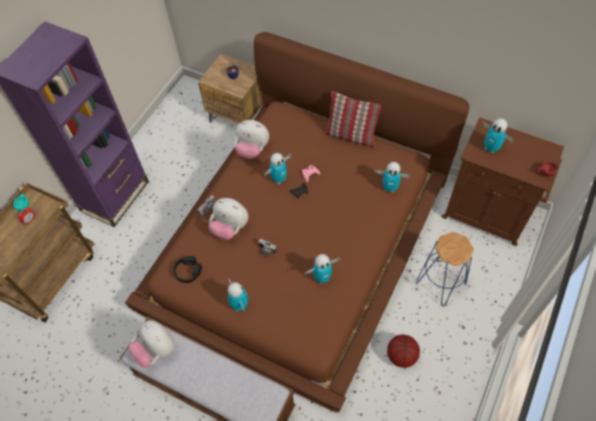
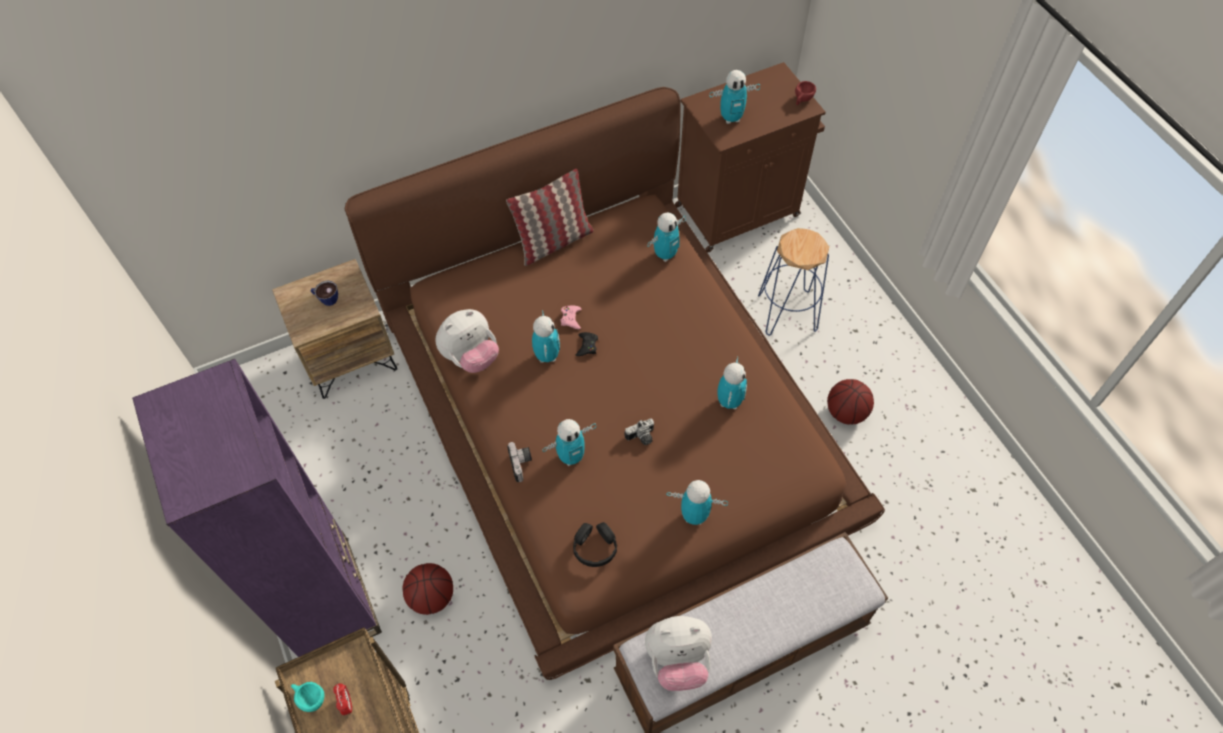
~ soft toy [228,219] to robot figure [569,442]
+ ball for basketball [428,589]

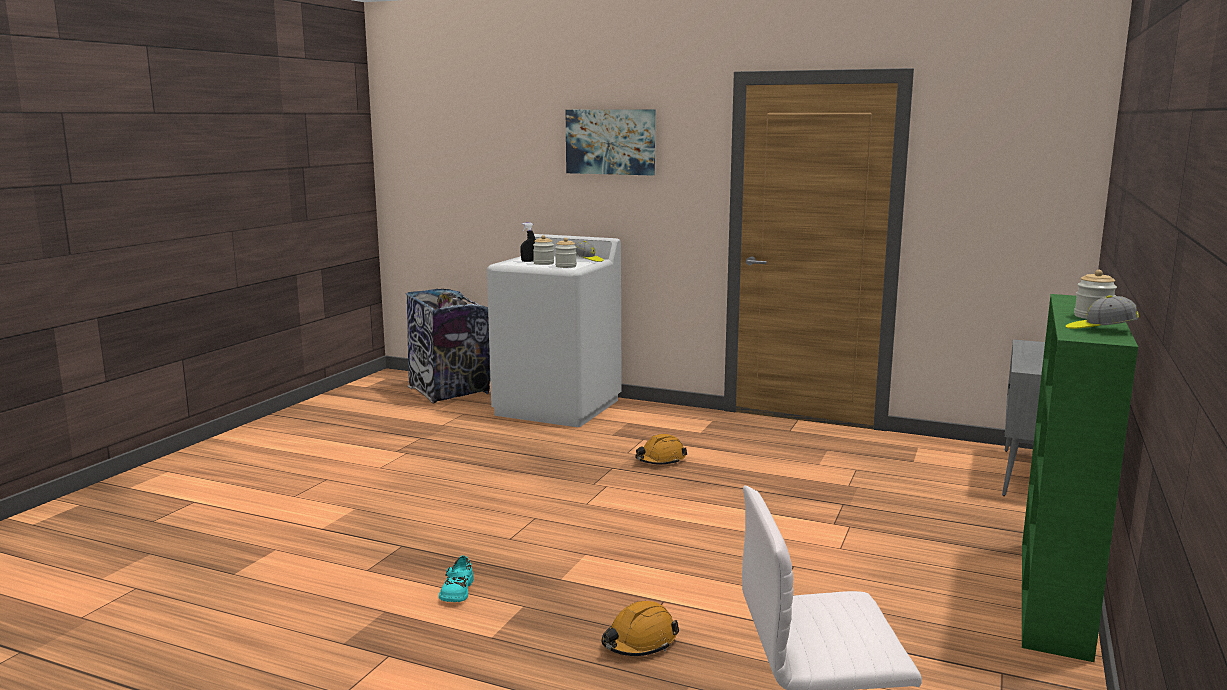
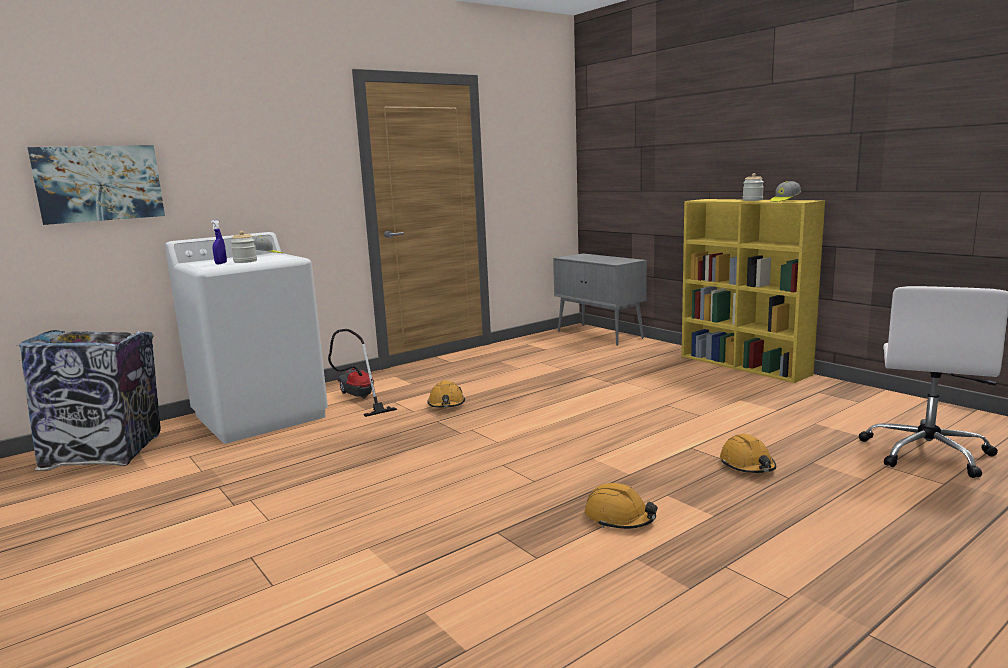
~ item of footwear (turquoise) [456,579] to safety helmet (orangey) [621,506]
~ spray bottle (blackish) [528,242] to spray bottle (blue) [219,242]
- storage jar [566,253]
~ picture [610,142] to [96,185]
~ bookshelf (green) [1080,478] to bookshelf (yellowish) [753,291]
+ vacuum [362,373]

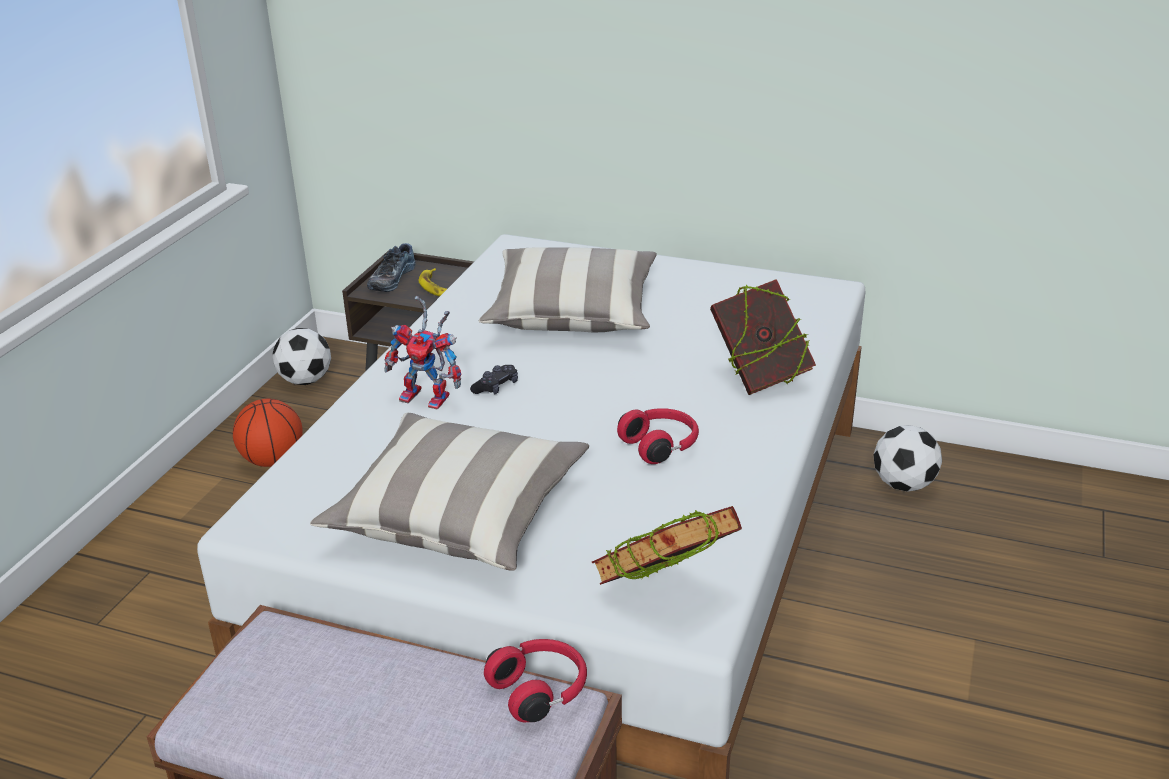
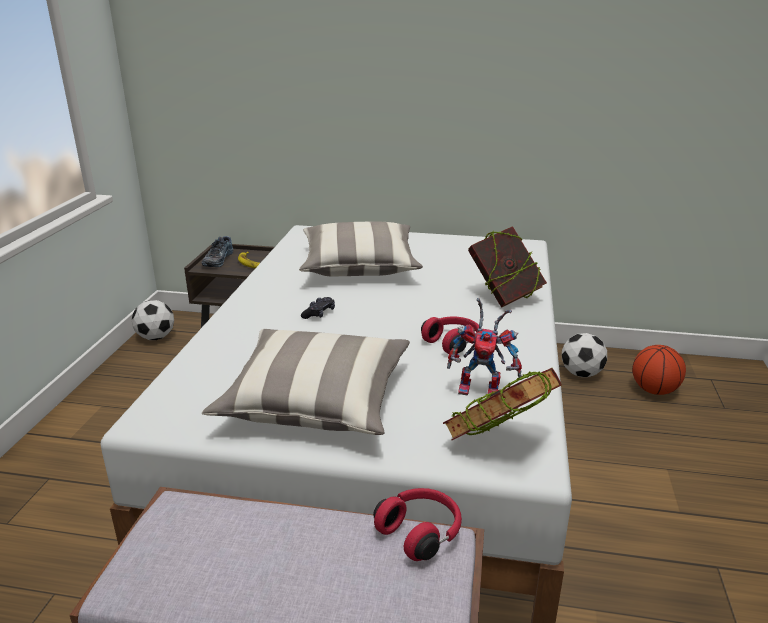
~ ball for basketball [268,433] to [659,370]
~ robot figure [423,352] to [484,346]

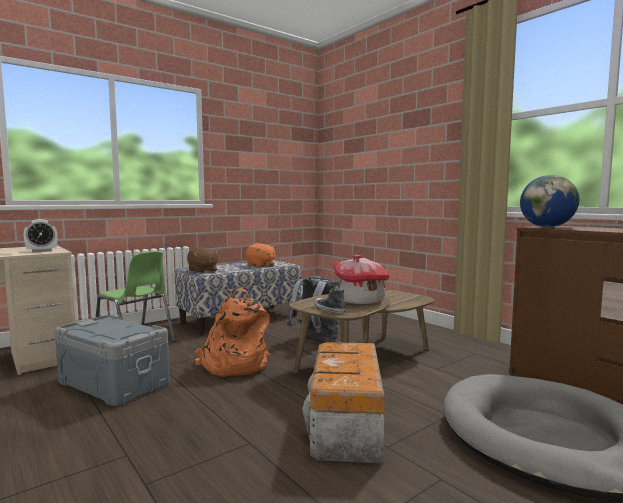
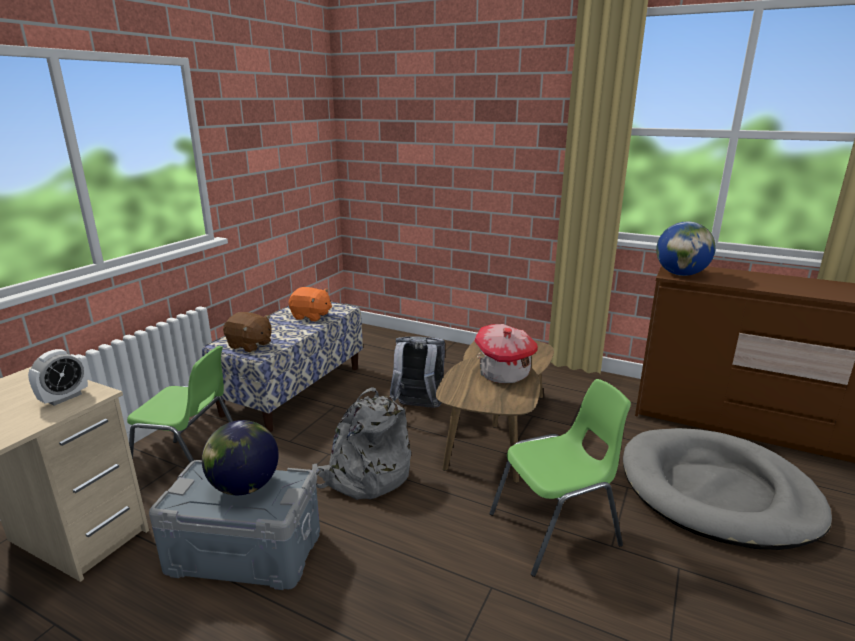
~ knapsack (orangey) [232,333] to knapsack (greyish) [361,443]
~ storage box [343,403] to chair (green) [560,478]
- item of footwear [330,299]
+ desk globe [240,457]

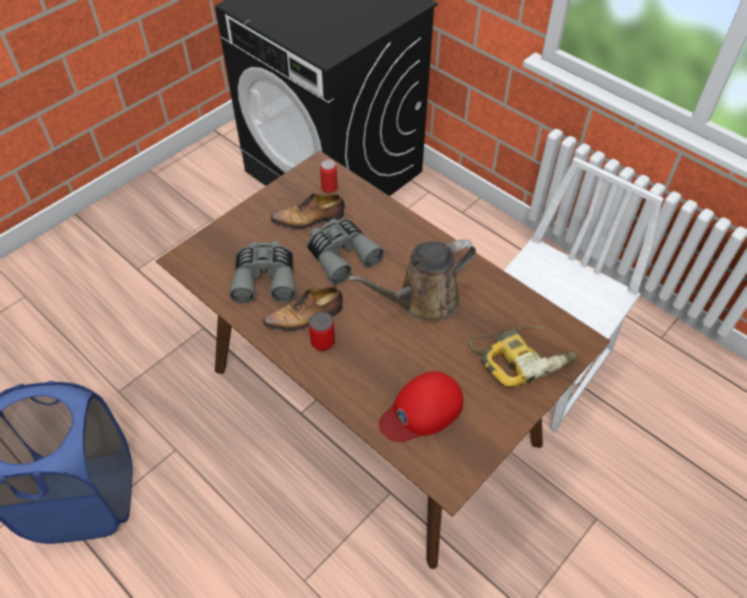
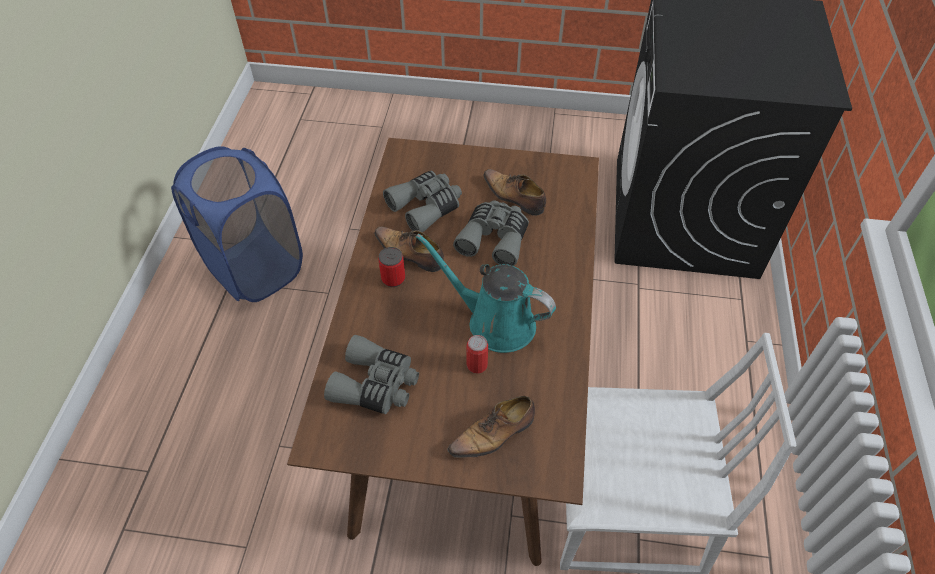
~ sealed can [329,176] to [477,354]
~ sprinkling can (brownish) [412,280] to sprinkling can (turquoise) [486,293]
~ baseball cap (red-coloured) [421,406] to field glasses (greyish) [371,374]
~ drill [523,356] to item of footwear [491,427]

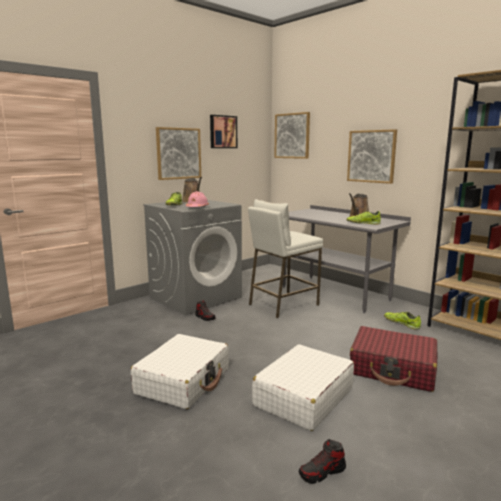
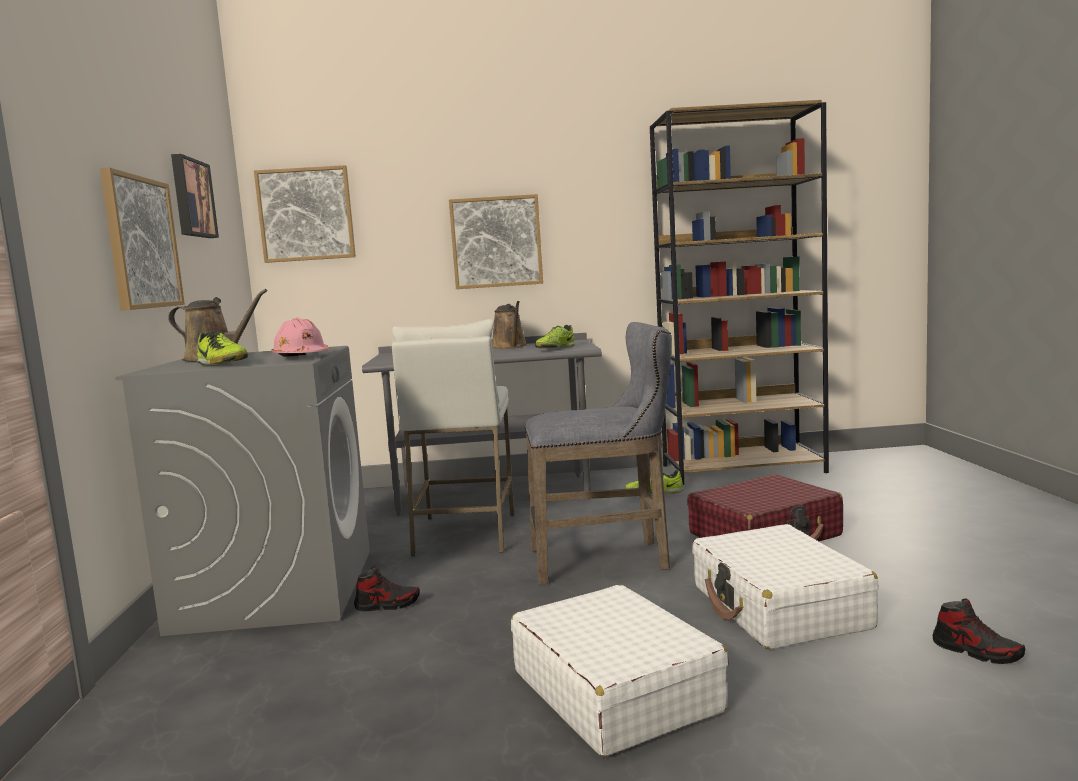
~ item of footwear [322,461] = [979,631] 60 degrees counterclockwise
+ stool seat (greyish) [598,453]

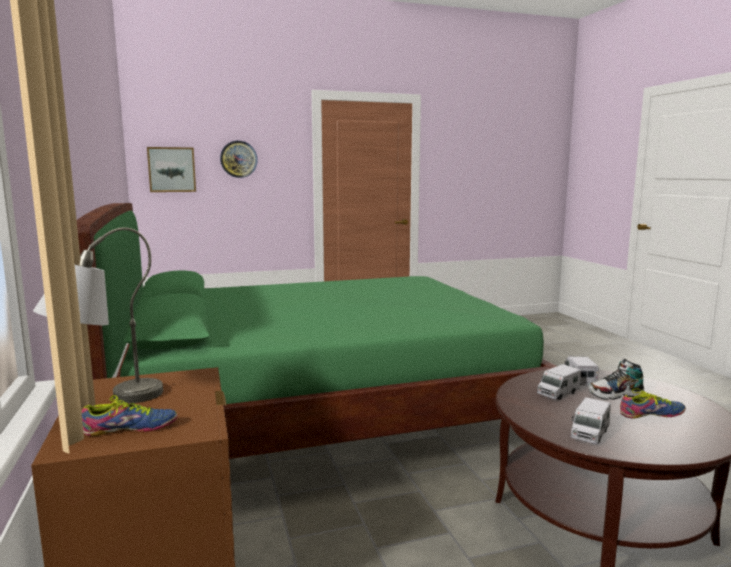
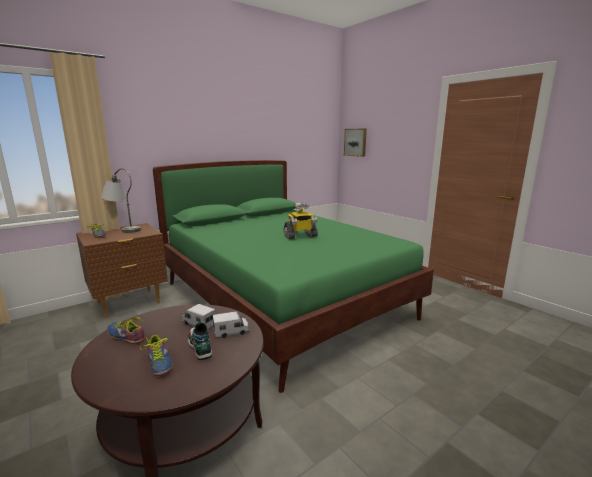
- hanging clock [239,159]
~ toy lorry [591,420] to item of footwear [126,330]
+ robot figure [300,220]

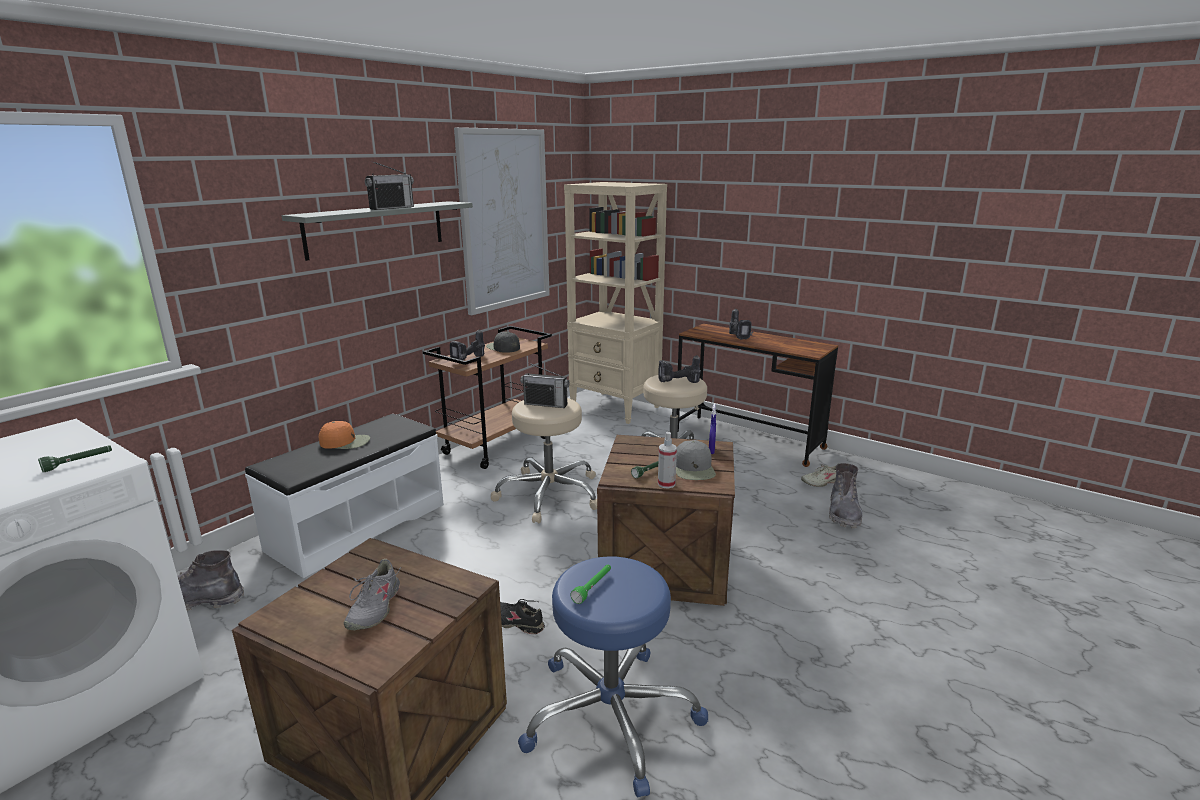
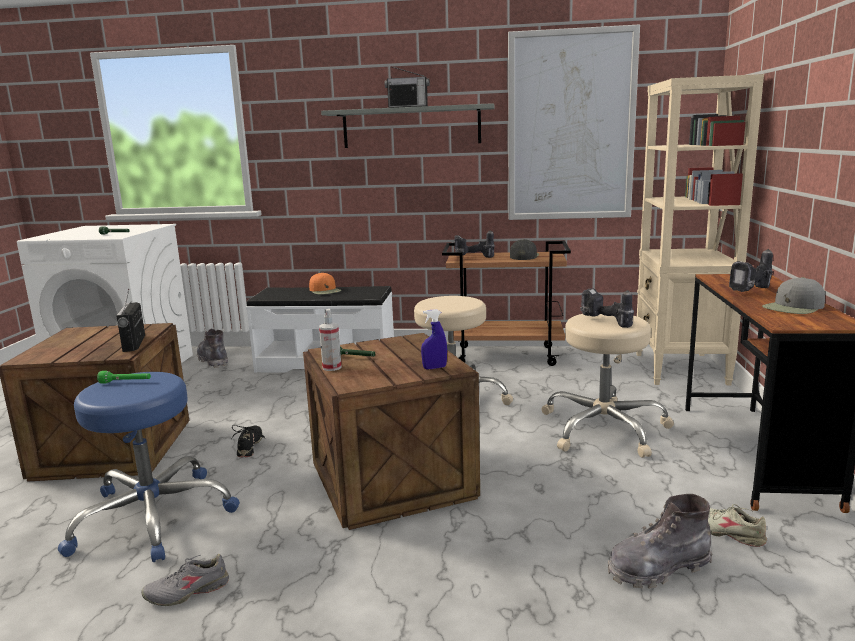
~ item of footwear (greyish) [373,594] to [185,580]
~ radio [545,385] to [130,320]
~ baseball cap (greyish) [696,460] to [793,295]

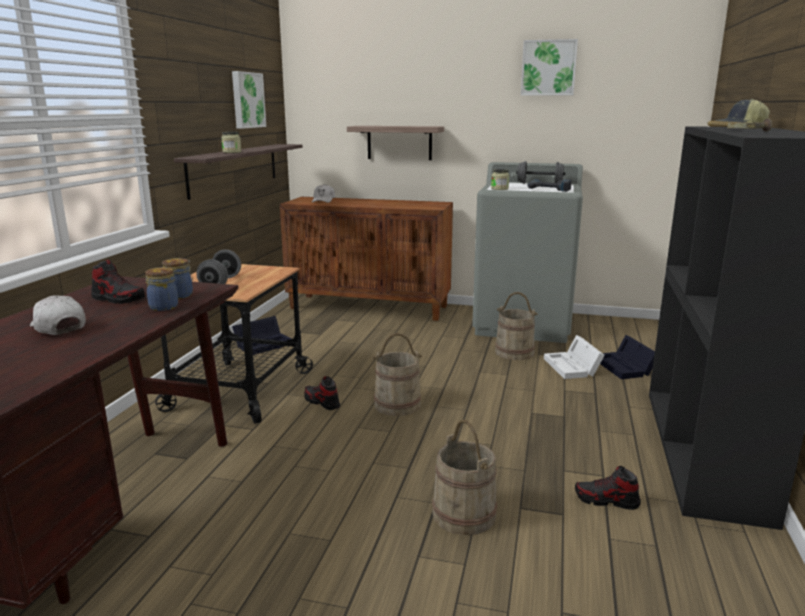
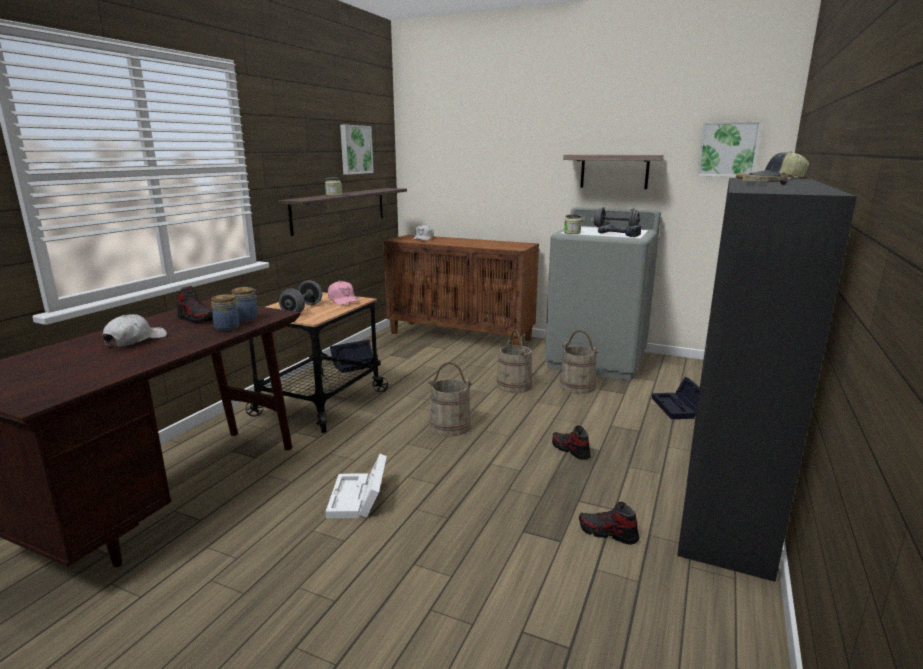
~ baseball cap (white) [58,315] = [135,330] 60 degrees clockwise
~ item of footwear [322,393] to [571,442]
~ wall shelf [395,143] to [613,171]
~ bucket (beige-coloured) [464,477] to [514,361]
~ picture [549,67] to [729,149]
~ storage box (white) [574,357] to [356,486]
+ baseball cap (pink) [343,293]

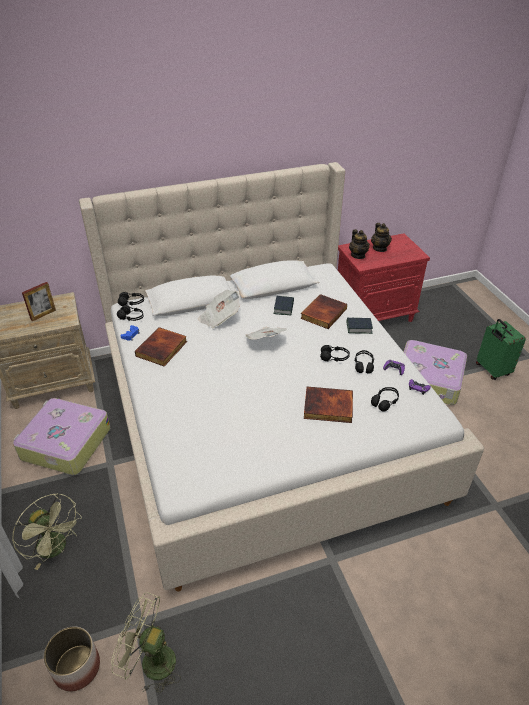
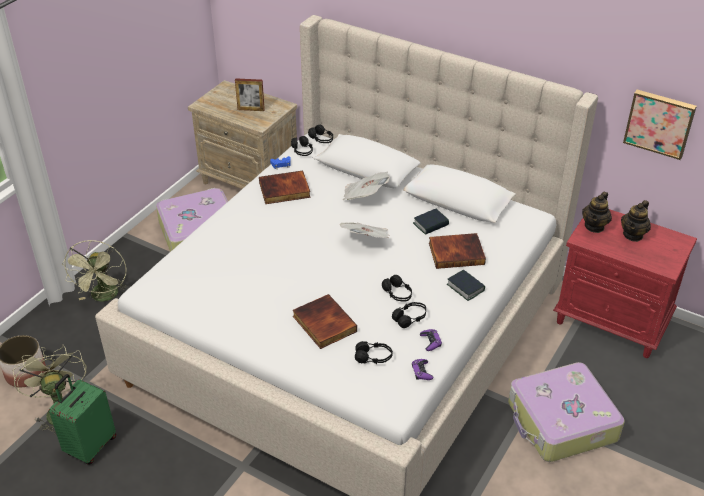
~ piece of luggage (green) [501,349] to [82,419]
+ picture [660,125]

